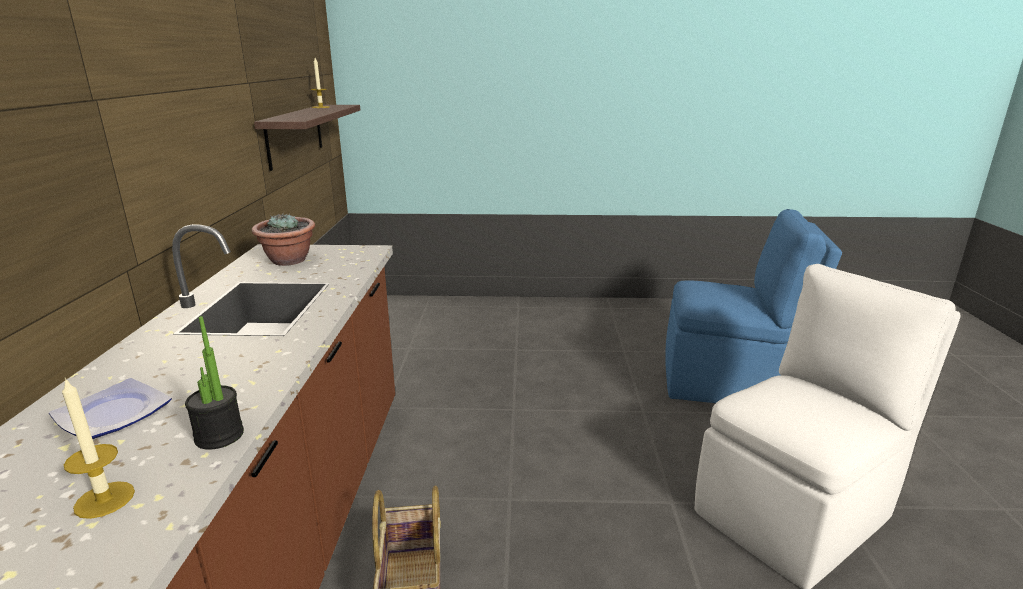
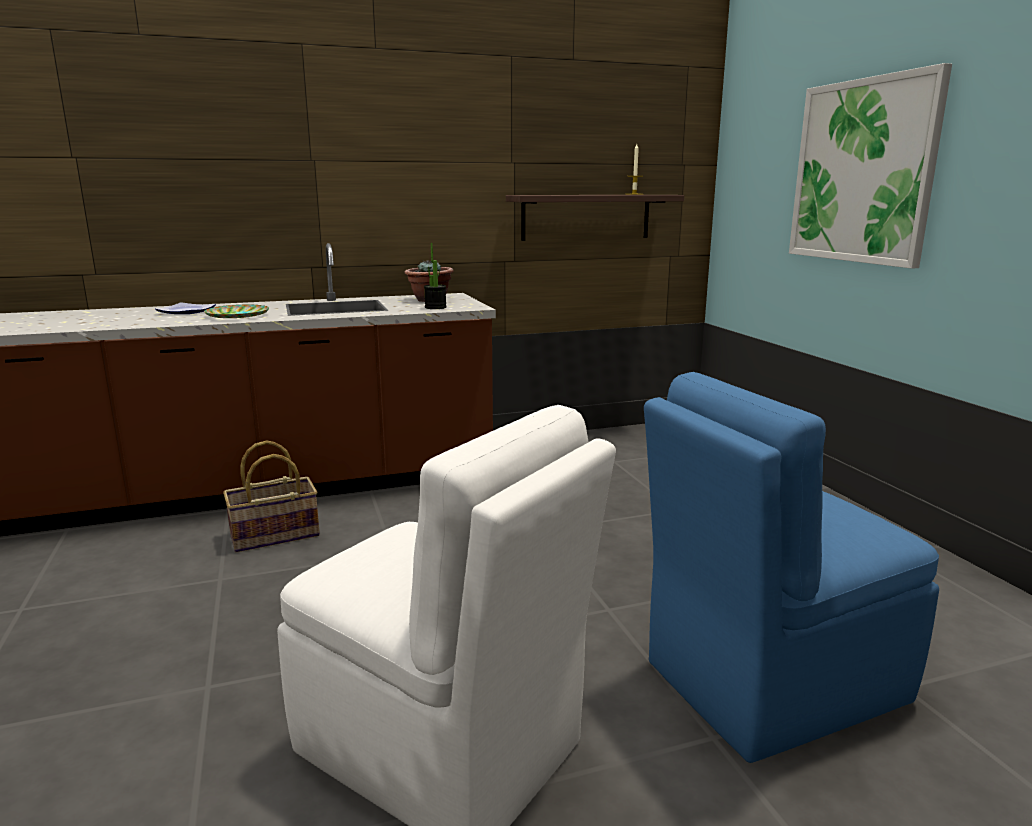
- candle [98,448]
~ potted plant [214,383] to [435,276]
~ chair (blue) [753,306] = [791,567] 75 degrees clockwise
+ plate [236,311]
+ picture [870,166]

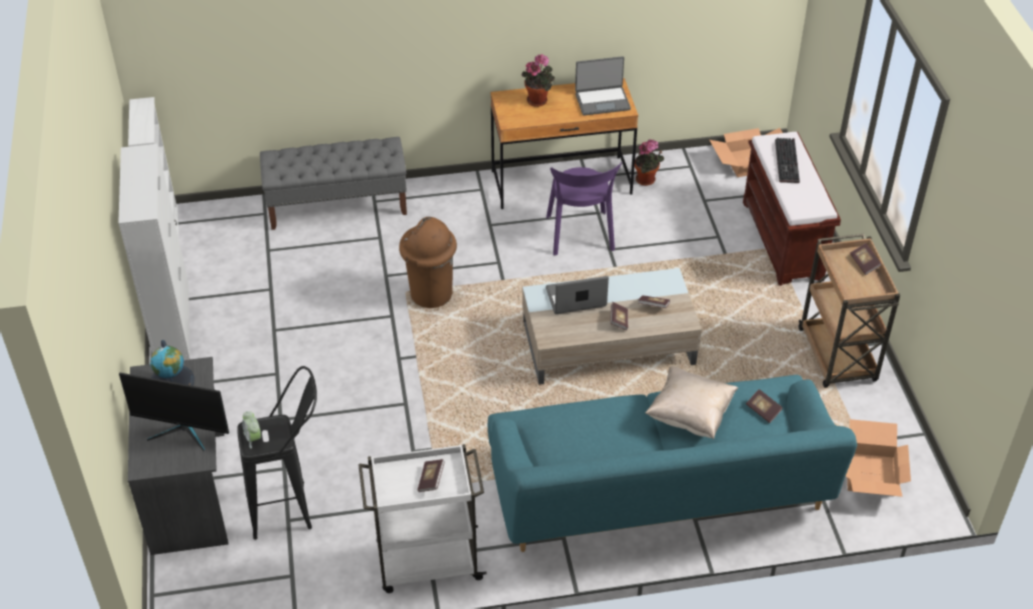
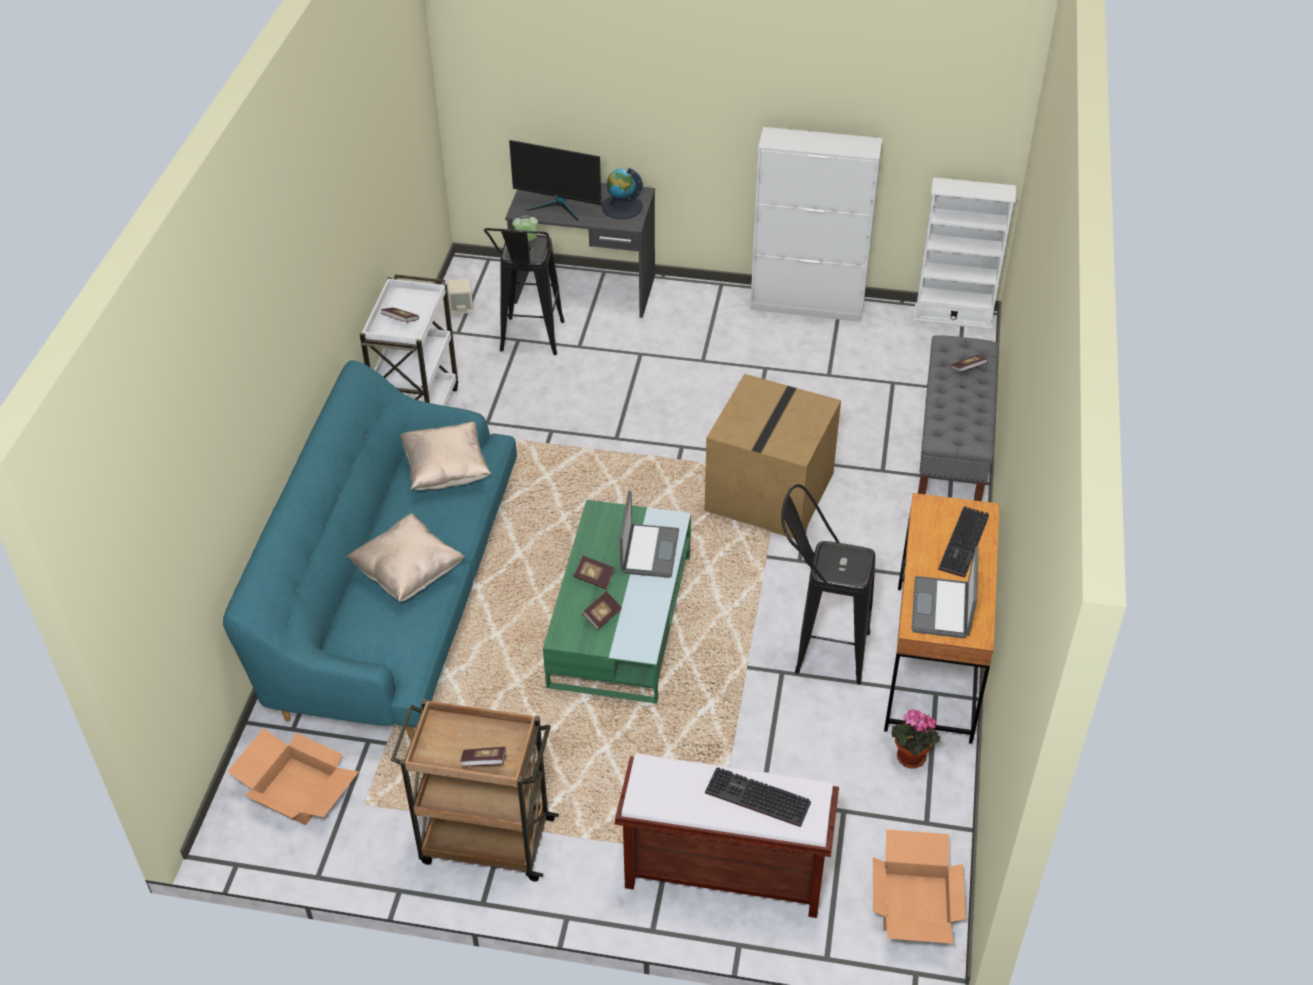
~ computer display [174,412] = [555,180] 105 degrees counterclockwise
~ trash can (brownish) [428,262] to carton [772,456]
~ potted plant [538,80] to keyboard [963,542]
~ low table (beige-coloured) [612,326] to low table (green) [617,601]
~ chair (purple) [584,208] to stool seat (blackish) [828,584]
~ book [764,406] to [969,363]
+ throw pillow (beige-coloured) [445,456]
+ audio speaker (beige-coloured) [460,297]

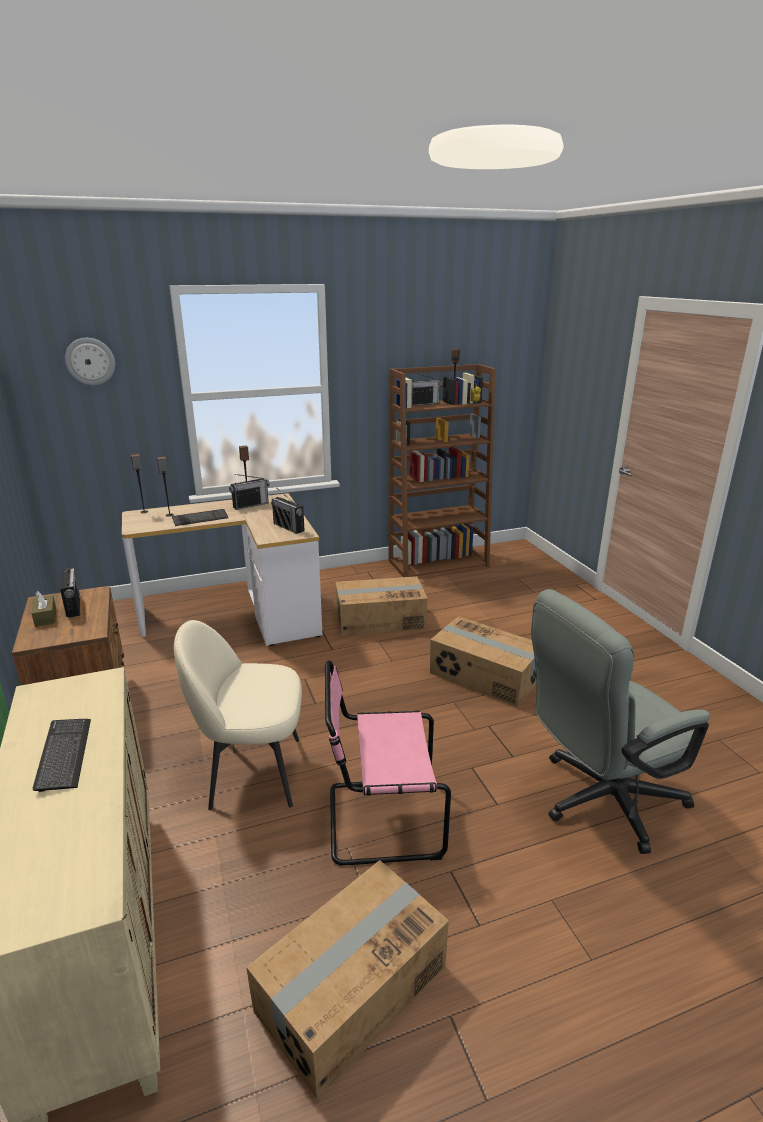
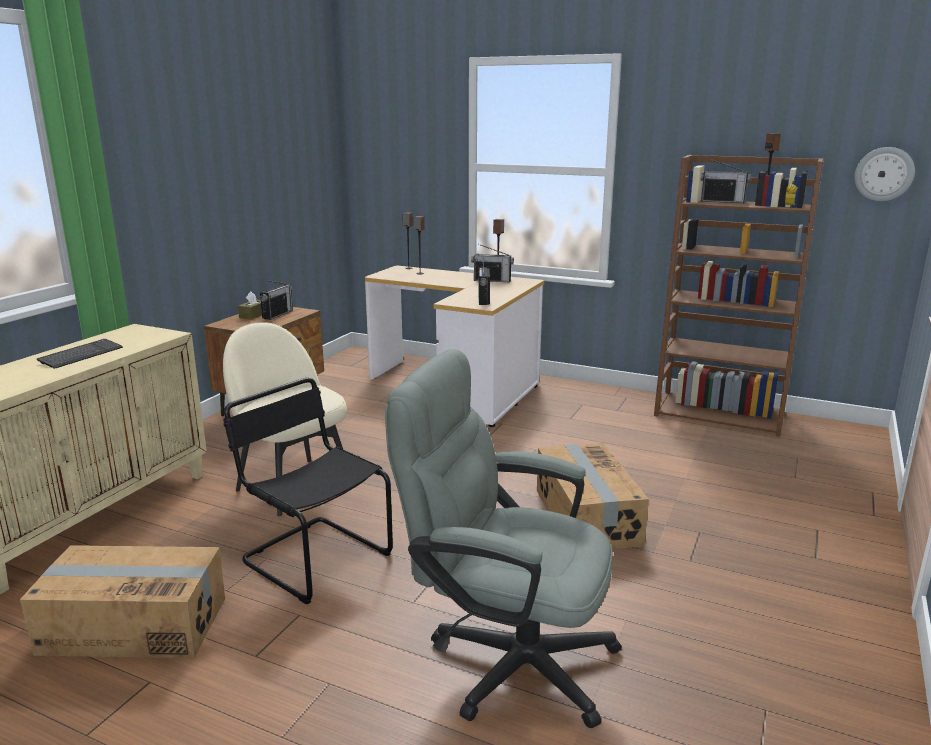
~ hanging clock [90,361] to [884,174]
- keyboard [200,517]
~ chair (pink) [388,762] to chair (blackish) [308,491]
- carton [381,606]

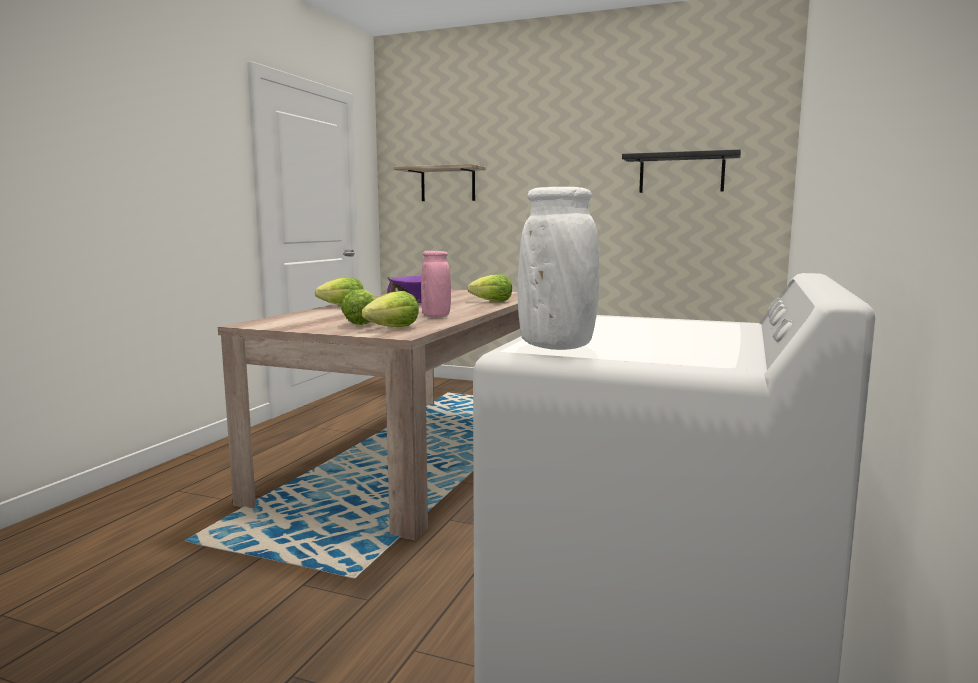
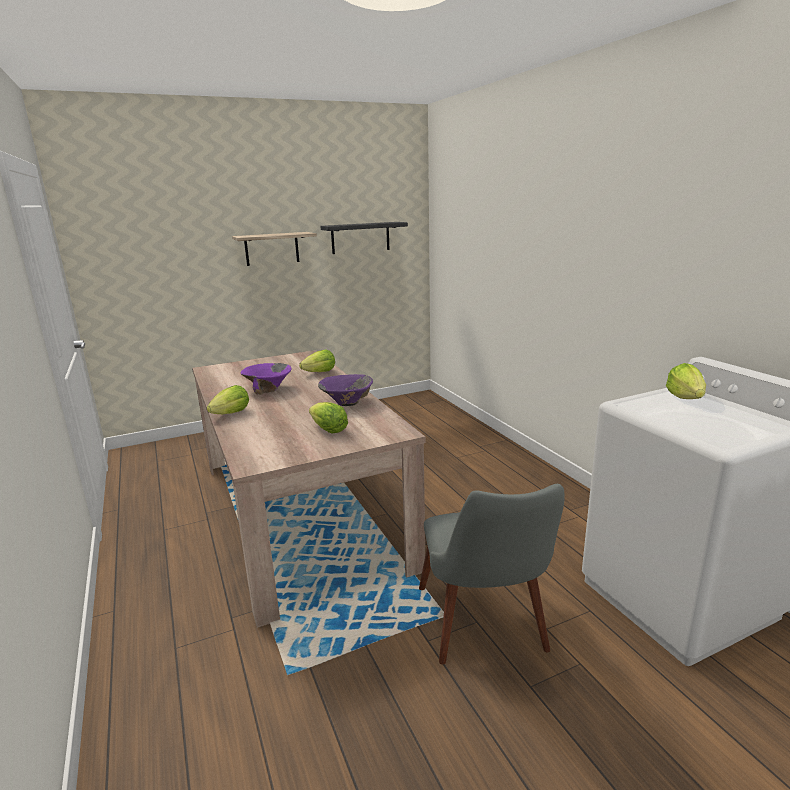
~ lettuce [390,309] to [686,381]
~ wall shelf [439,182] to [274,249]
~ flower vase (pink) [436,283] to serving bowl (purple) [345,390]
- flower vase (white) [558,268]
+ chair (greyish) [492,574]

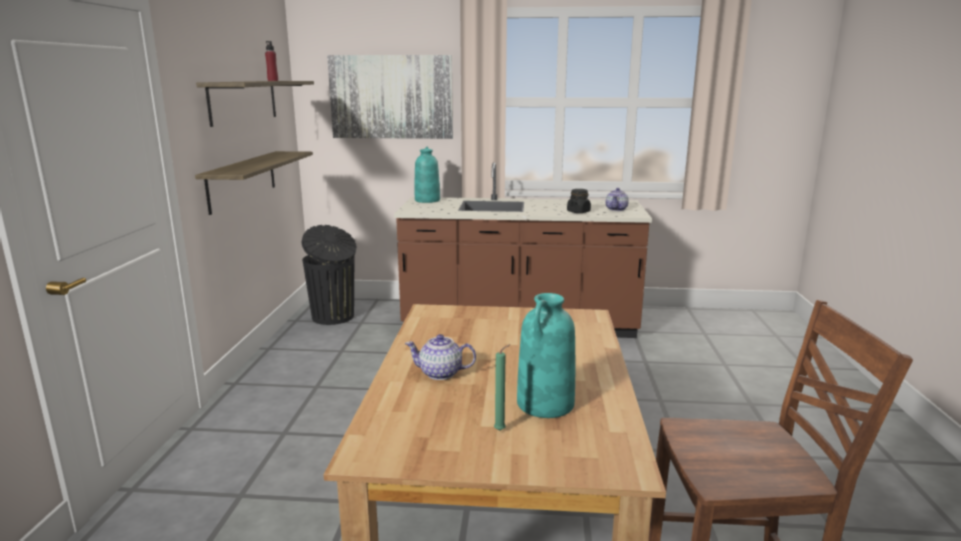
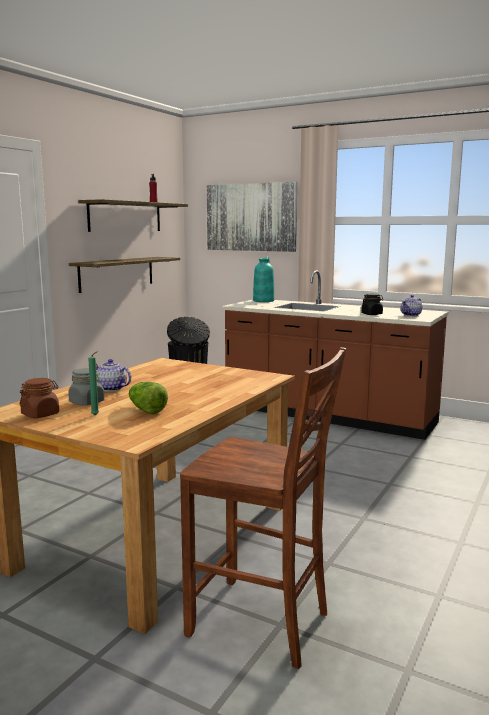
~ flower vase (turquoise) [546,355] to lettuce [148,398]
+ storage jar (brownish) [39,398]
+ storage jar (greyish) [86,387]

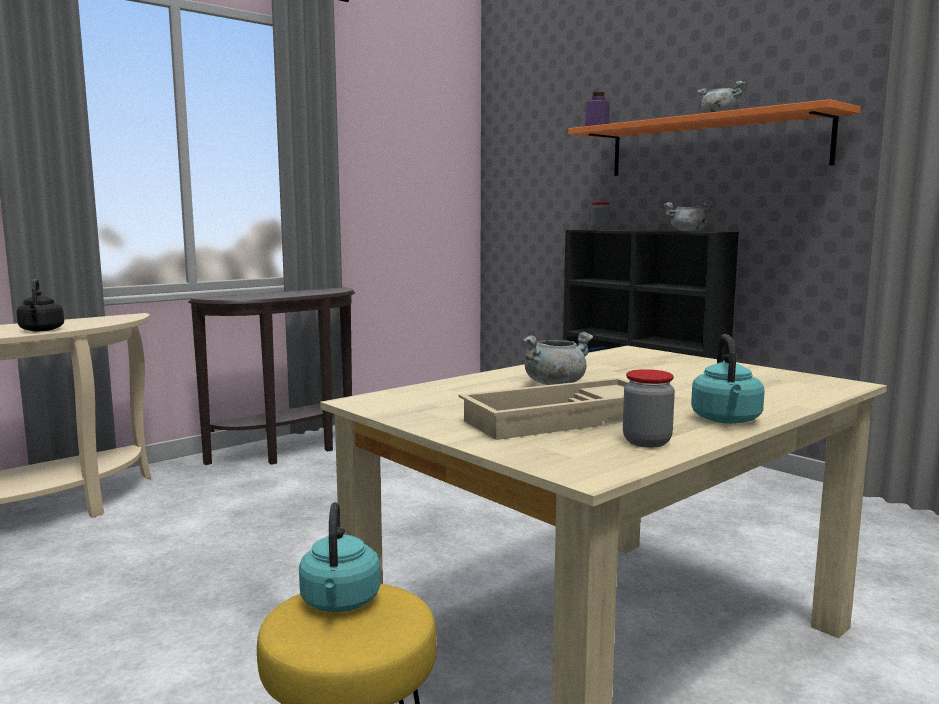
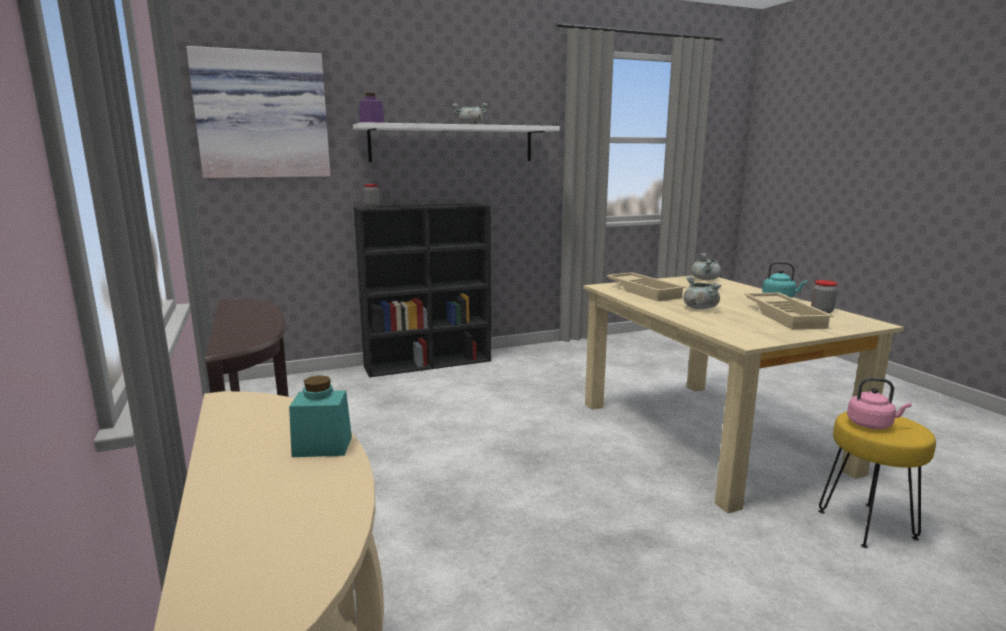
~ kettle (blackish) [40,305] to storage jar (turquoise) [320,416]
~ kettle (turquoise) [339,557] to kettle (pink) [879,403]
~ wall shelf (orangey) [714,137] to wall shelf (white) [456,142]
~ stockpot (greyish) [688,216] to [706,266]
+ picture [258,112]
+ serving tray (beige-coloured) [646,286]

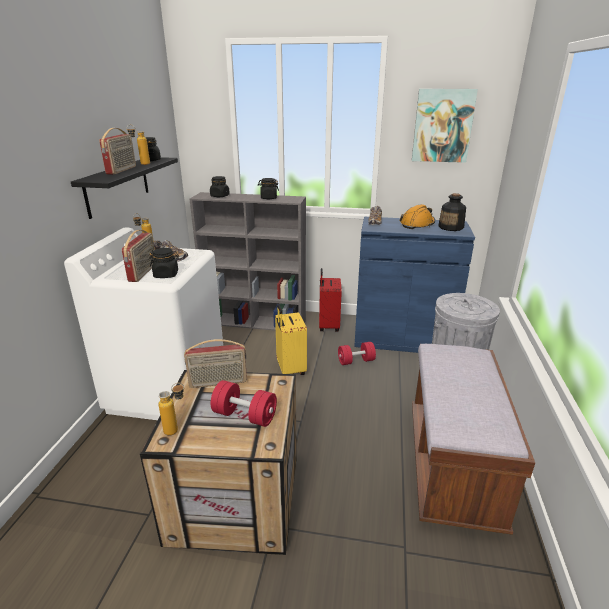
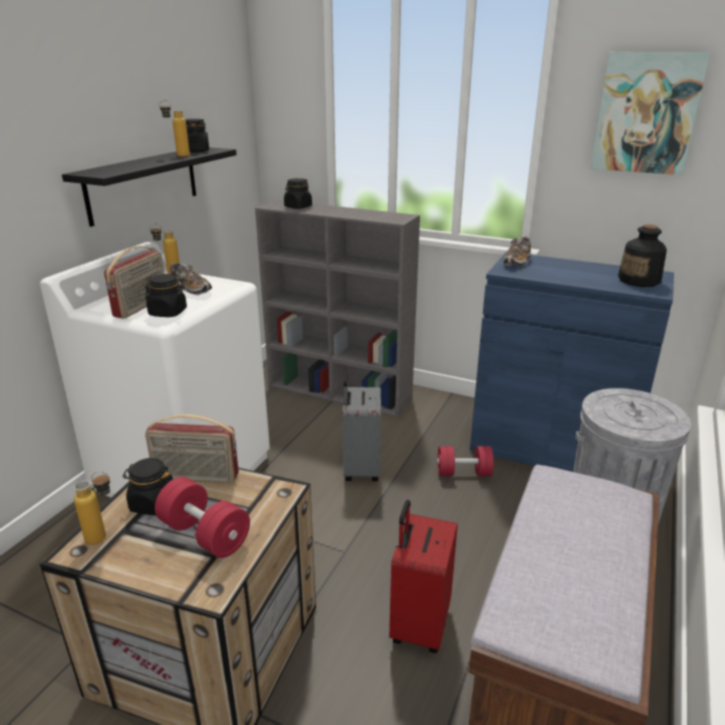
- radio [117,151]
~ storage jar (blackish) [268,188] to [148,487]
~ piece of luggage (yellowish) [291,340] to piece of luggage (greyish) [361,426]
~ piece of luggage (red-coloured) [330,300] to [423,576]
- safety helmet (orangey) [417,216]

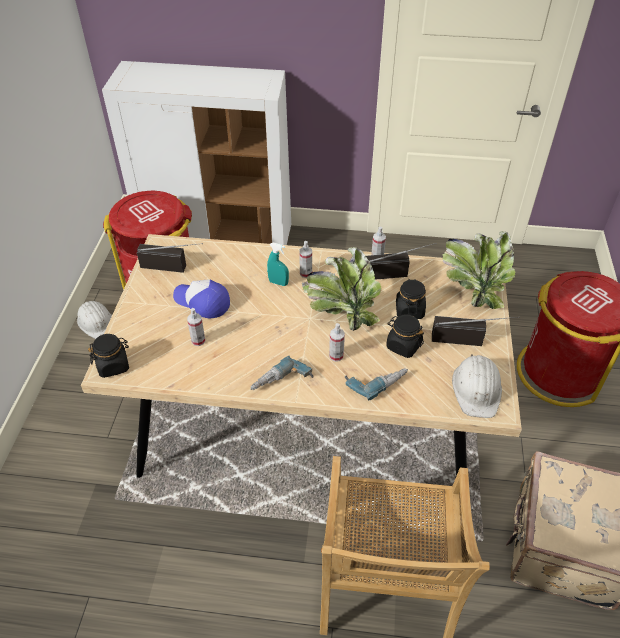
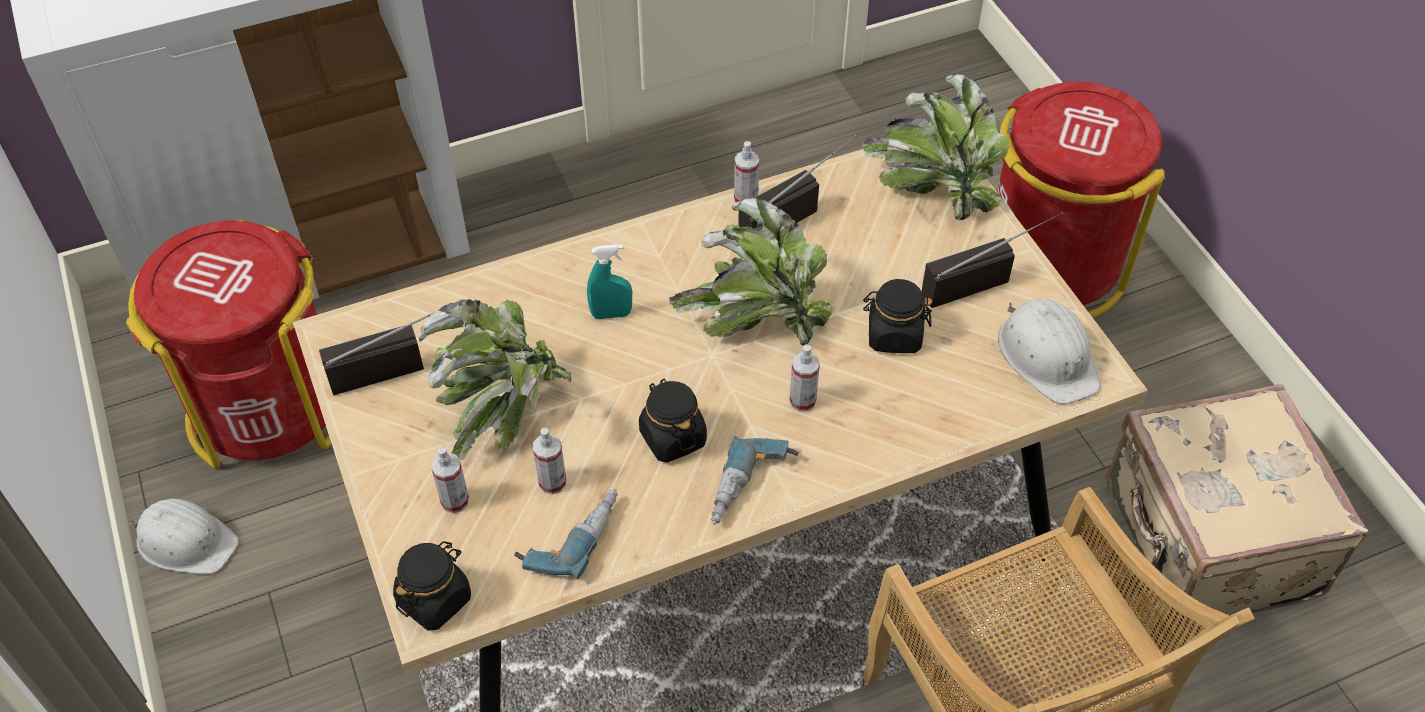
~ baseball cap [201,298] to potted plant [494,379]
~ spray bottle [305,259] to [450,480]
~ drill [376,384] to [566,534]
~ storage jar (blackish) [411,299] to [673,420]

